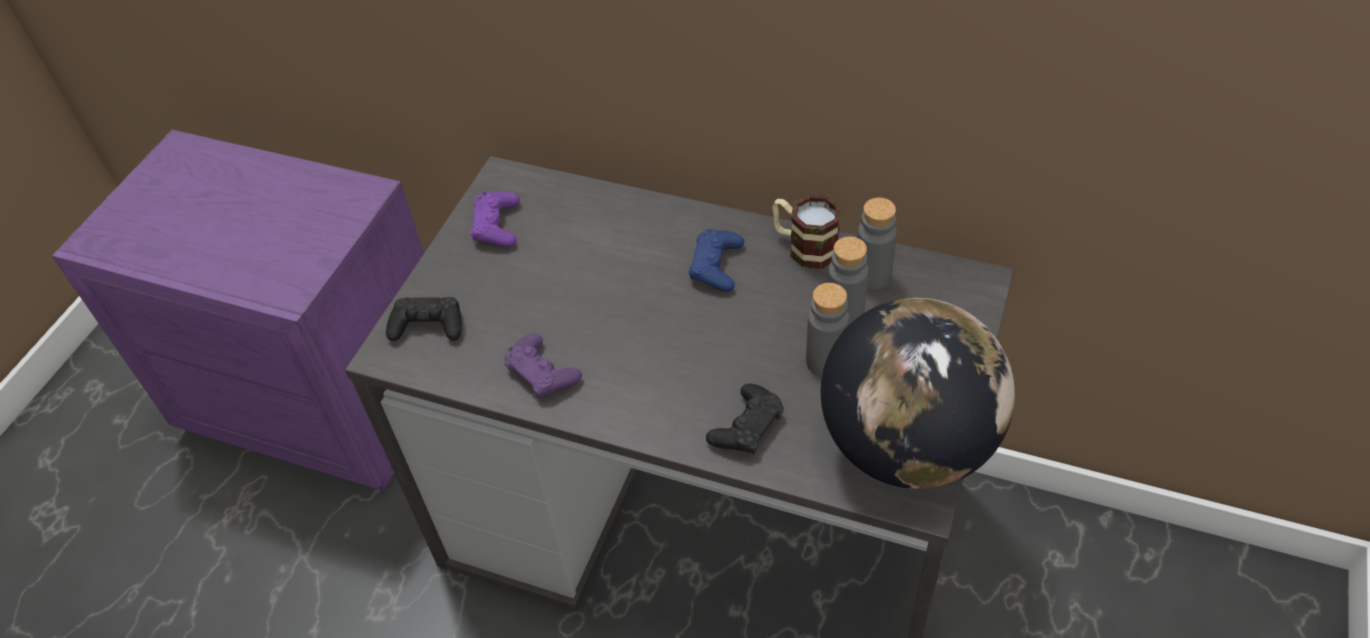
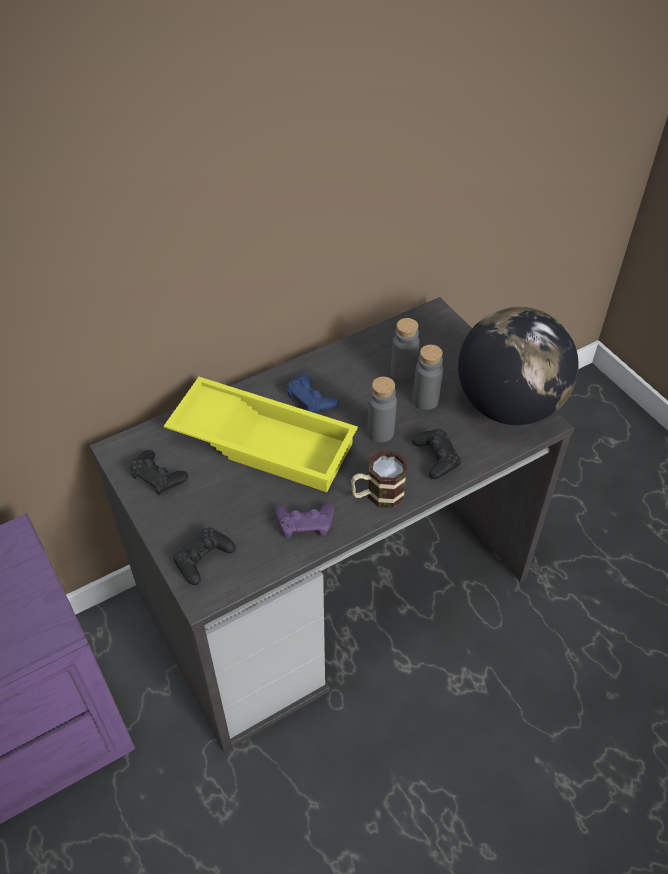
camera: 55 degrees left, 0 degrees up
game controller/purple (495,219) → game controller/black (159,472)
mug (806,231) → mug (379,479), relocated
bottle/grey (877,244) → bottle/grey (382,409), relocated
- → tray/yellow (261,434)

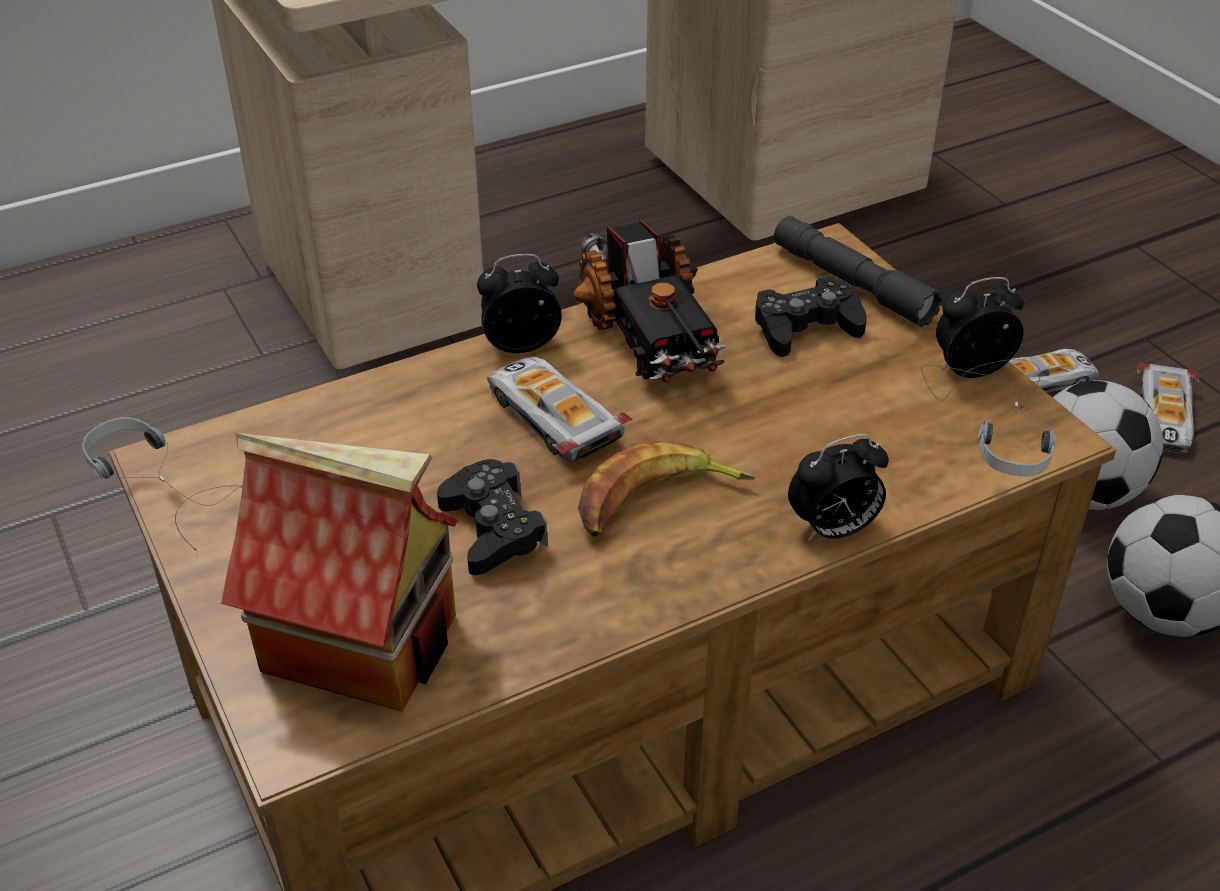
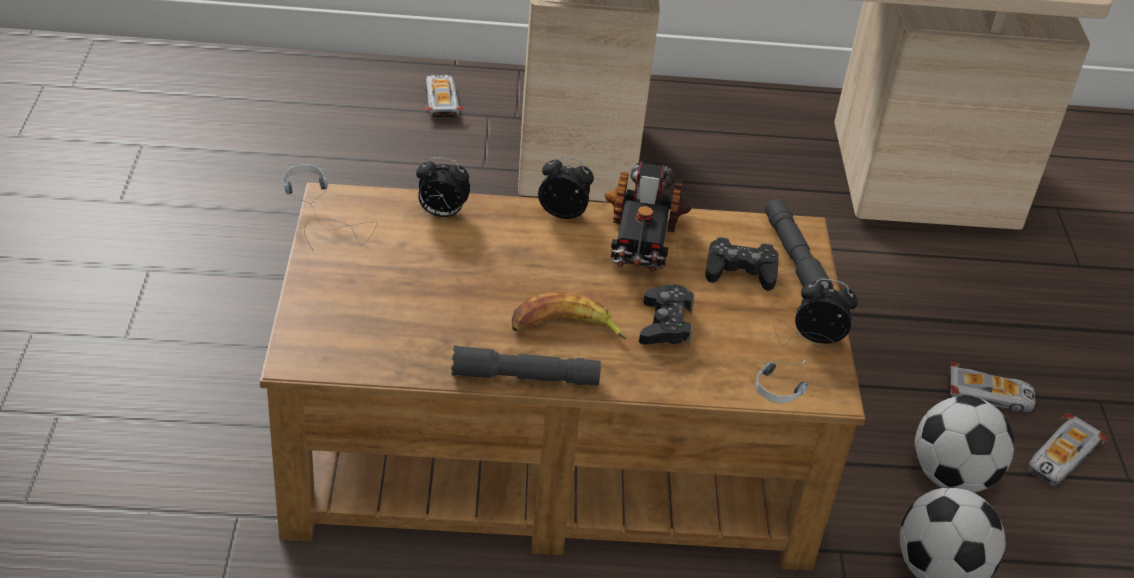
camera: 25 degrees right, 0 degrees up
toy house (340,572) → -
game controller/black (492,517) → game controller/black (667,315), relocated
toy car (560,409) → toy car (444,96), relocated
alarm clock (838,487) → alarm clock (443,187), relocated
- → flashlight/grey (526,365)

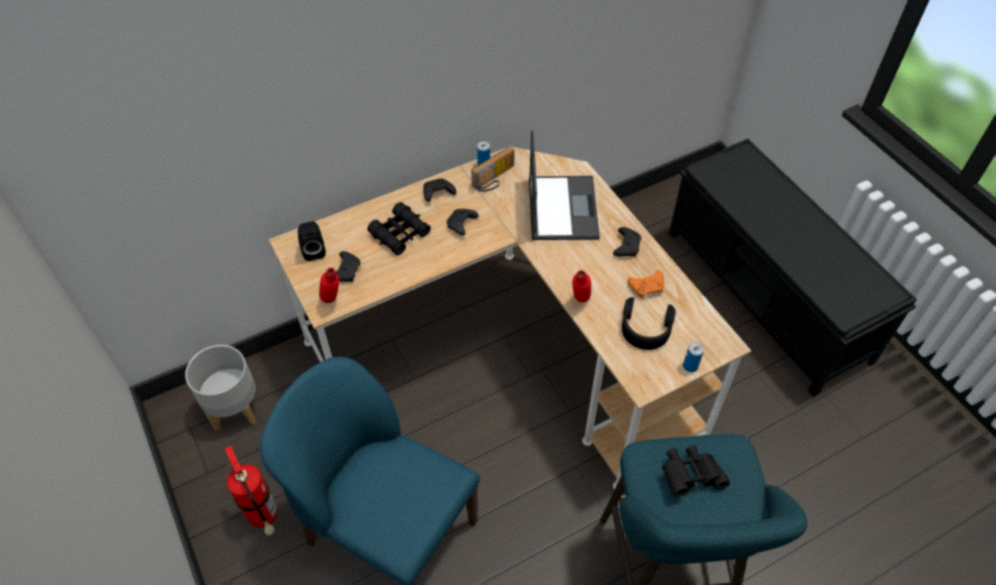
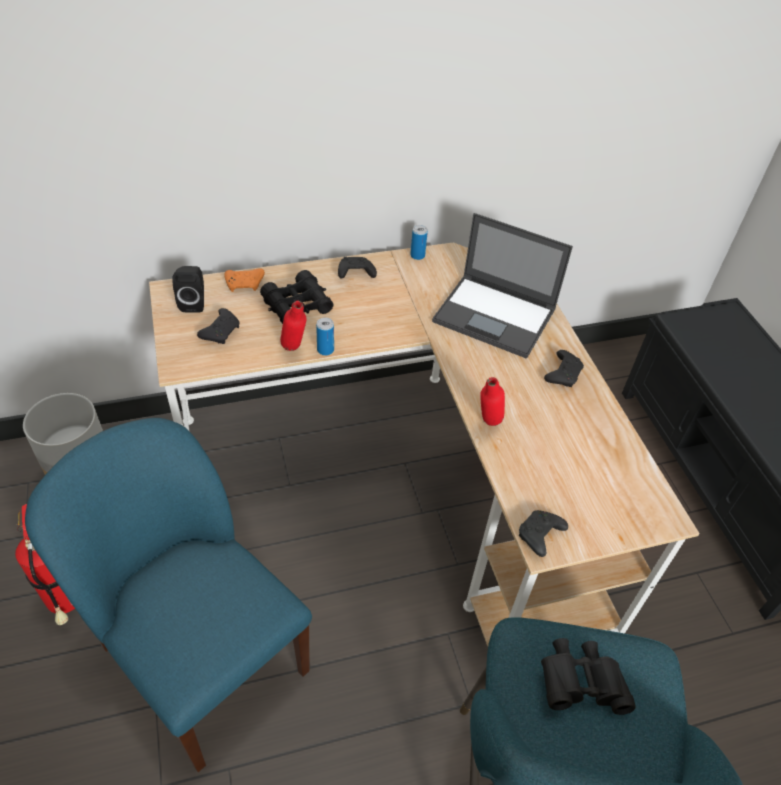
camera: 10 degrees right, 5 degrees down
bottle/red (329,285) → bottle/red (293,326), relocated
game controller/black (463,222) → game controller/black (543,533), relocated
radio (492,169) → -
laptop (564,185) → laptop (502,286), 105 degrees clockwise
headphones/black (649,323) → -
game controller/orange (646,284) → game controller/orange (244,280), relocated
can (693,357) → can (325,337), relocated

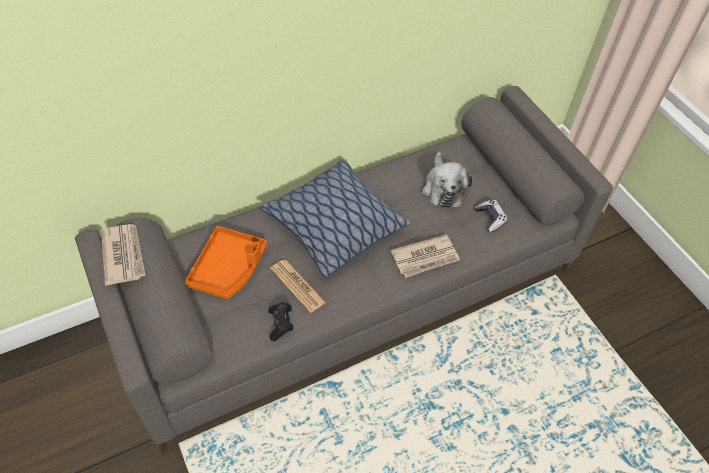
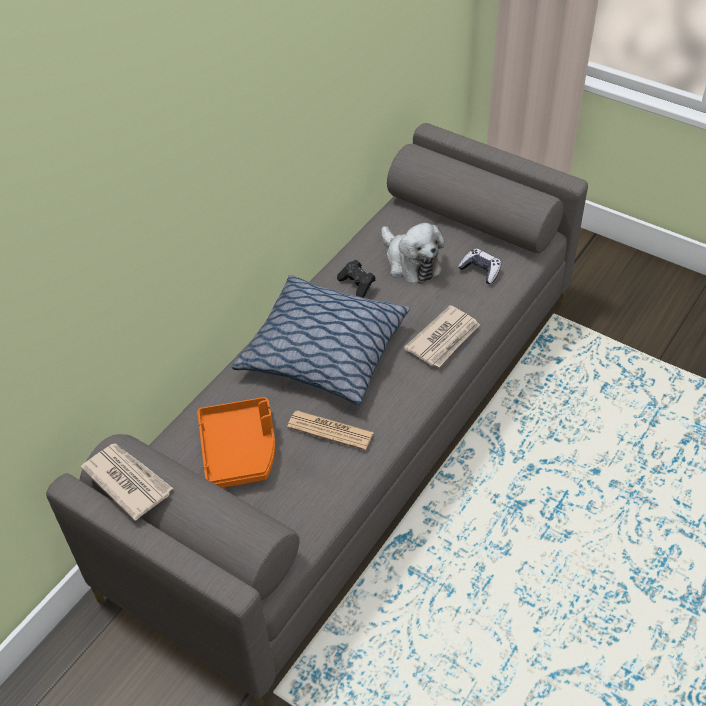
camera: 25 degrees left, 5 degrees down
game controller/black (280,321) → game controller/black (356,279), relocated

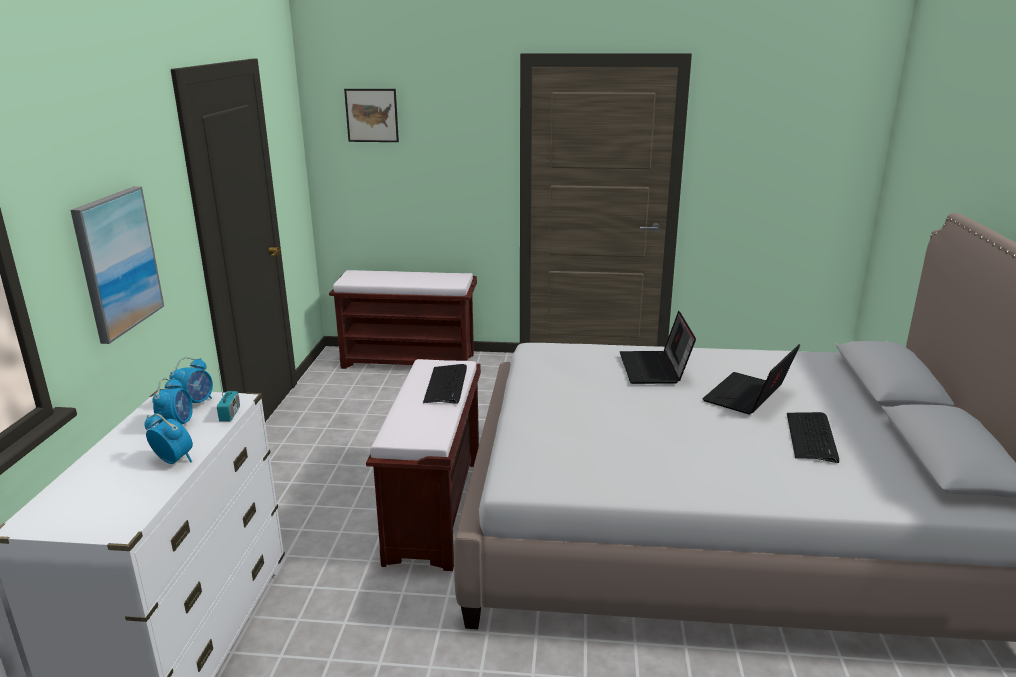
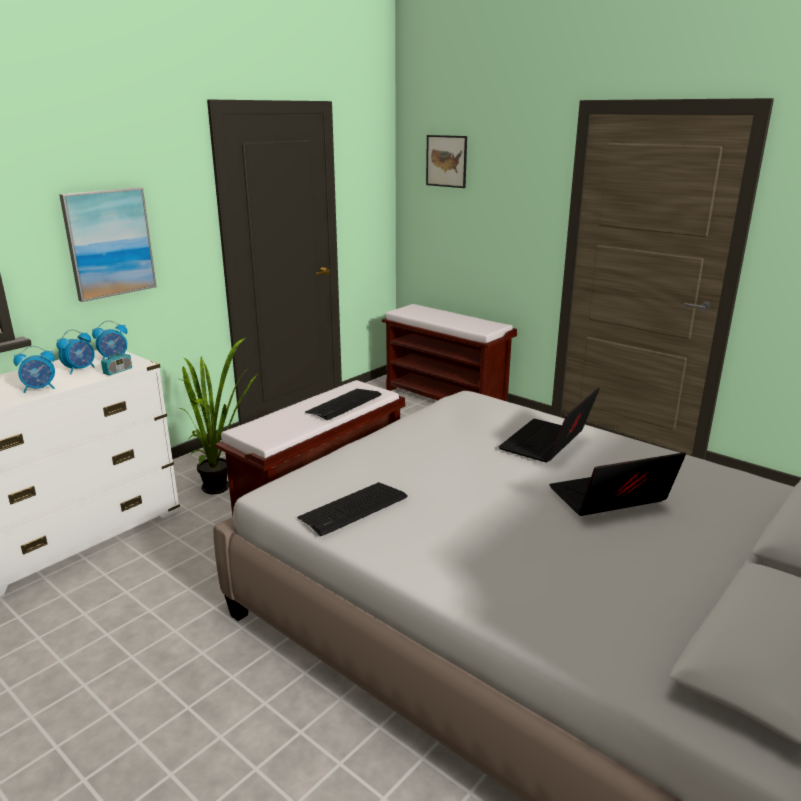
camera: 35 degrees right, 0 degrees up
alarm clock (168,438) → alarm clock (34,369), 90 degrees clockwise
keyboard (813,437) → keyboard (352,509), relocated
- → potted plant (218,415)

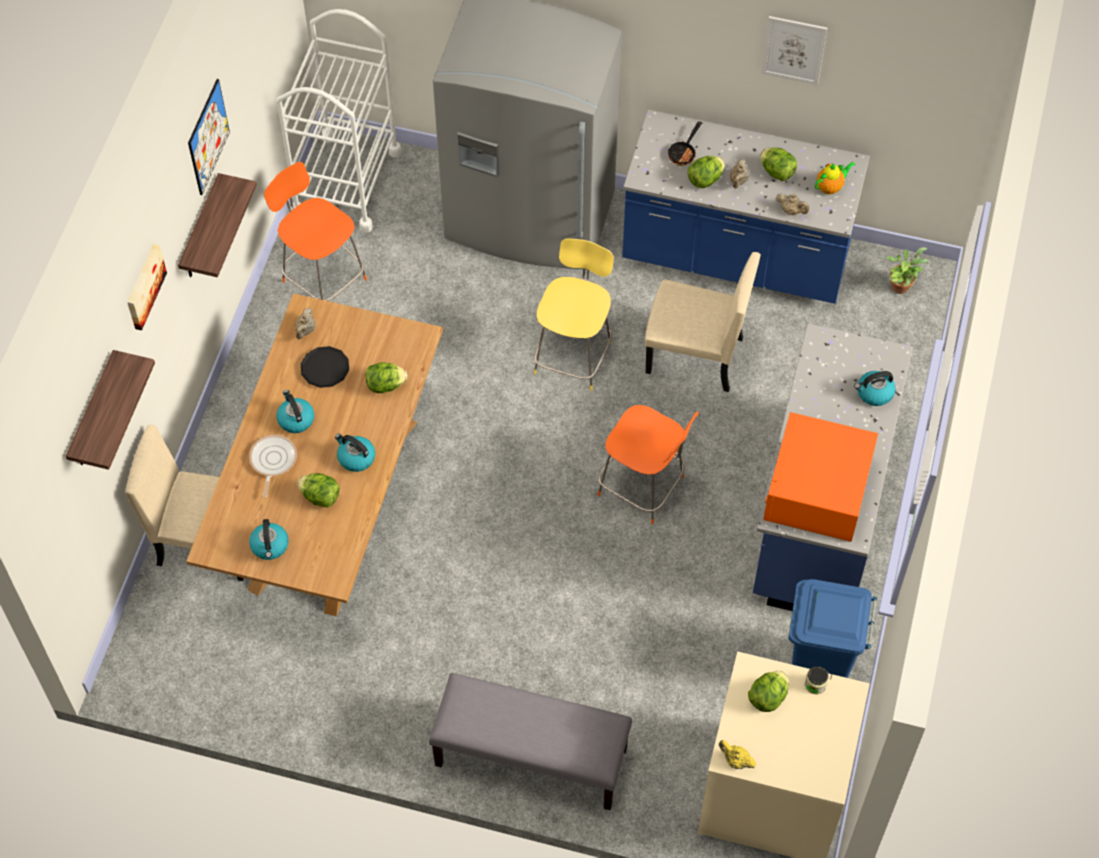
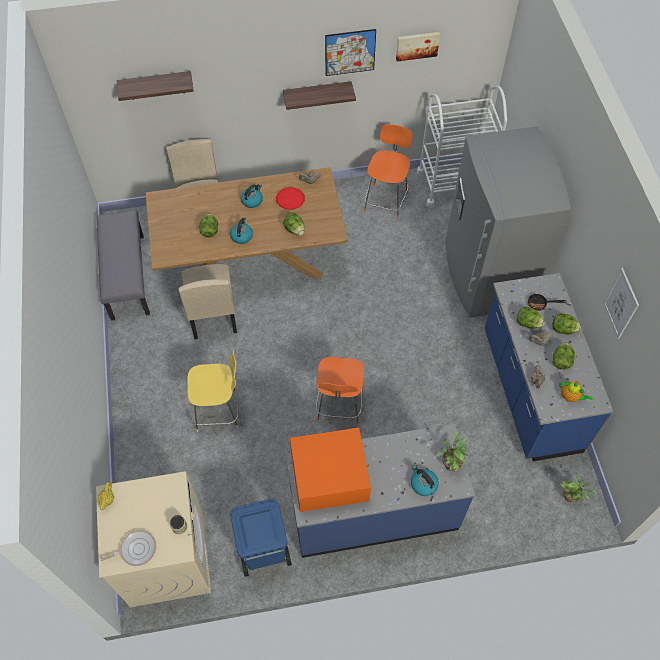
camera: 65 degrees right, 0 degrees up
picture (147,287) → picture (418,46), relocated
frying pan (273,466) → frying pan (128,548), relocated
kettle (269,539) → -
plate/black (325,367) → plate/red (290,198)
bench/grey (530,741) → bench/grey (123,265), relocated
stool/yellow (574,315) → stool/yellow (213,390), relocated
chair/beige (703,322) → chair/beige (208,301), relocated
lettuce (768,691) → lettuce (566,324), relocated
- → potted plant (451,450)

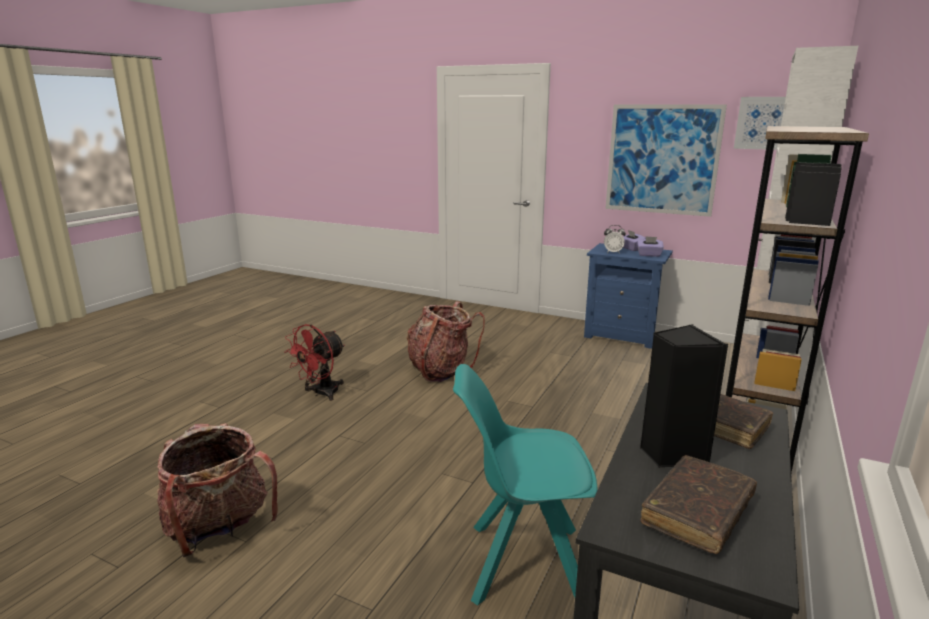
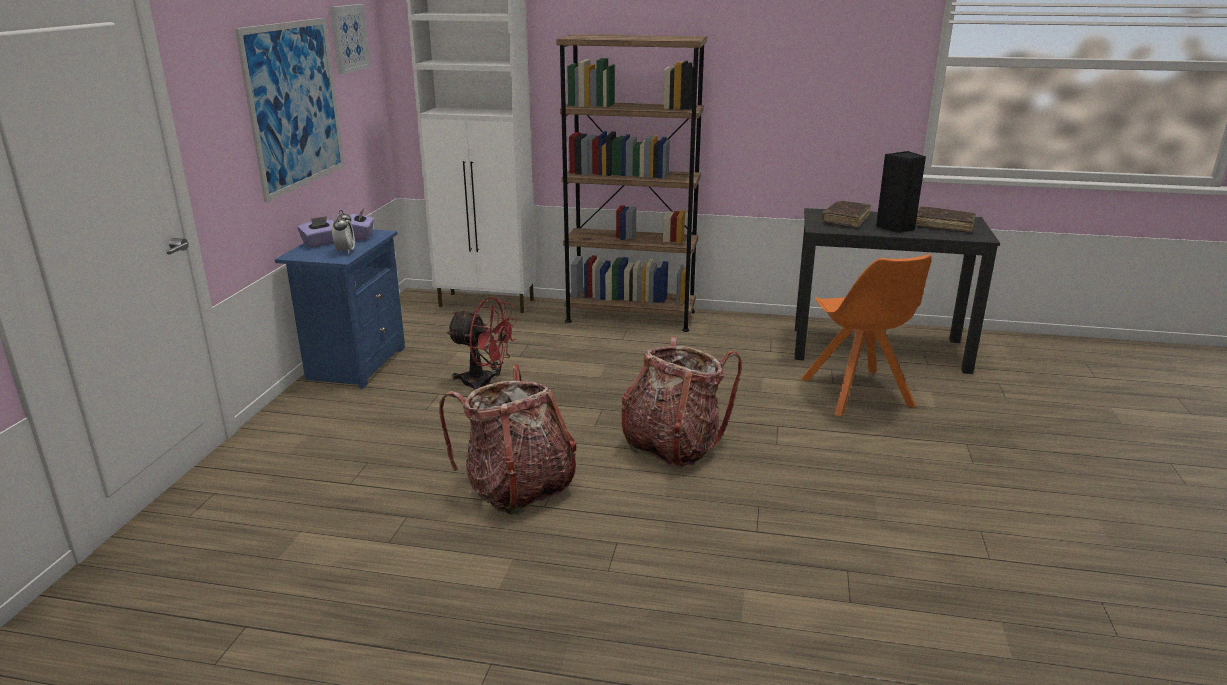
camera: 105 degrees left, 5 degrees up
backpack (217,490) → backpack (681,402), relocated
fan/red (314,362) → fan/red (481,343), relocated
chair/turquoise (525,484) → chair/orange (866,335)

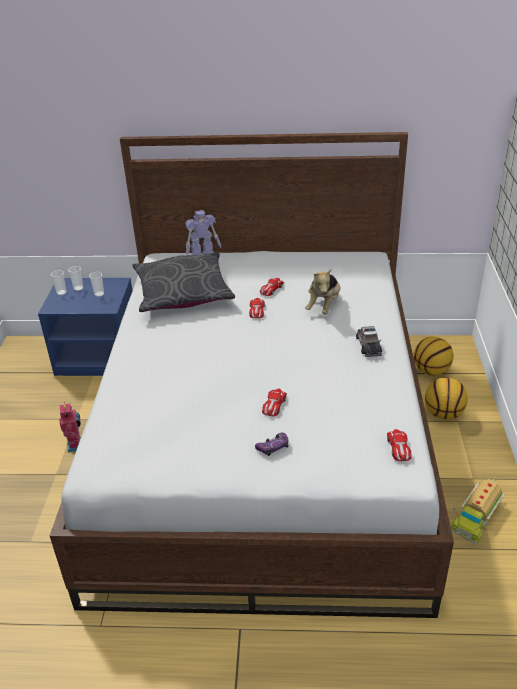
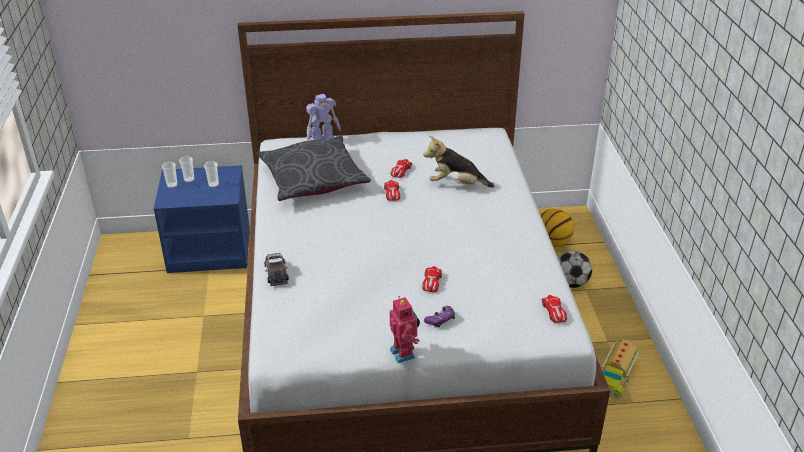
camera: 10 degrees left, 0 degrees up
toy robot (70,427) → toy robot (405,329), relocated
plush toy (323,291) → plush toy (459,162), 90 degrees clockwise
toy car (369,341) → toy car (276,269), relocated
basketball (446,398) → football (575,269)

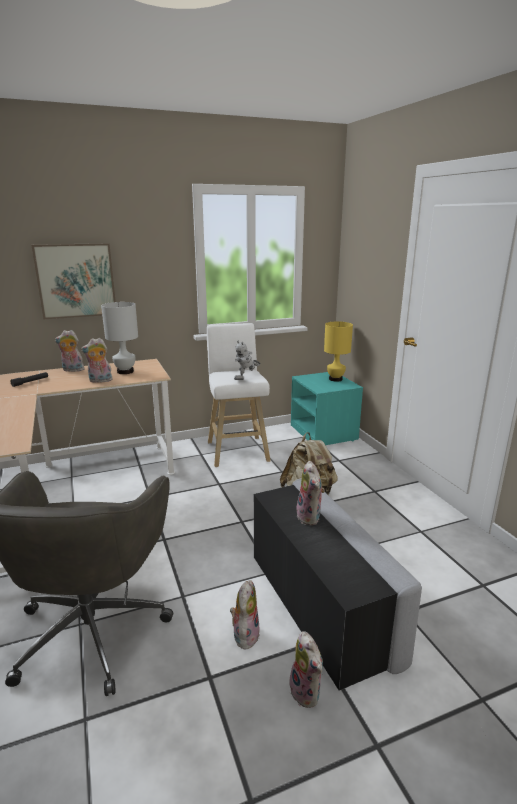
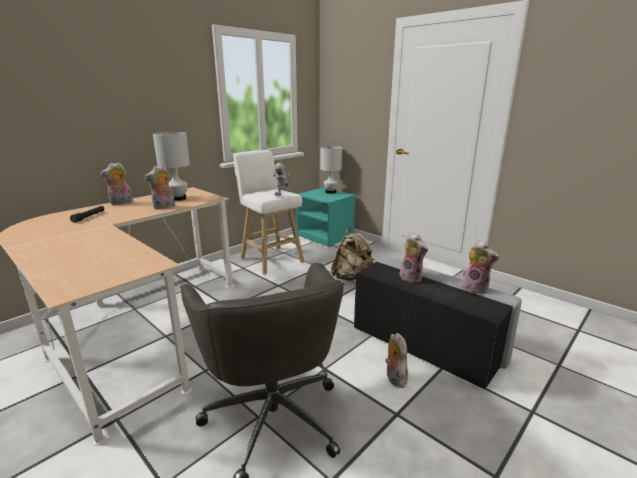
camera: 25 degrees left, 0 degrees up
picture (74,281) → -
plush toy (306,669) → plush toy (480,267), relocated
table lamp/yellow (338,351) → table lamp/white (331,170)

